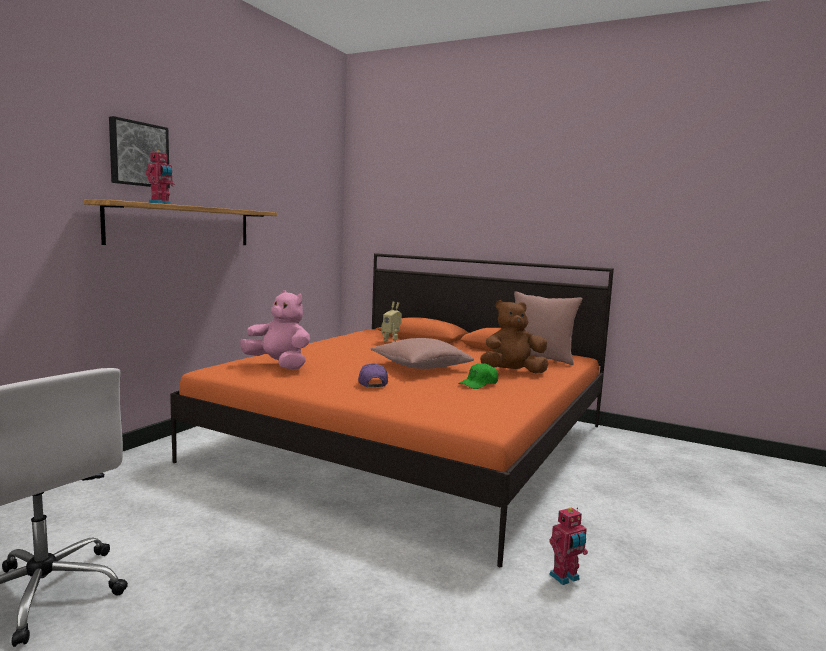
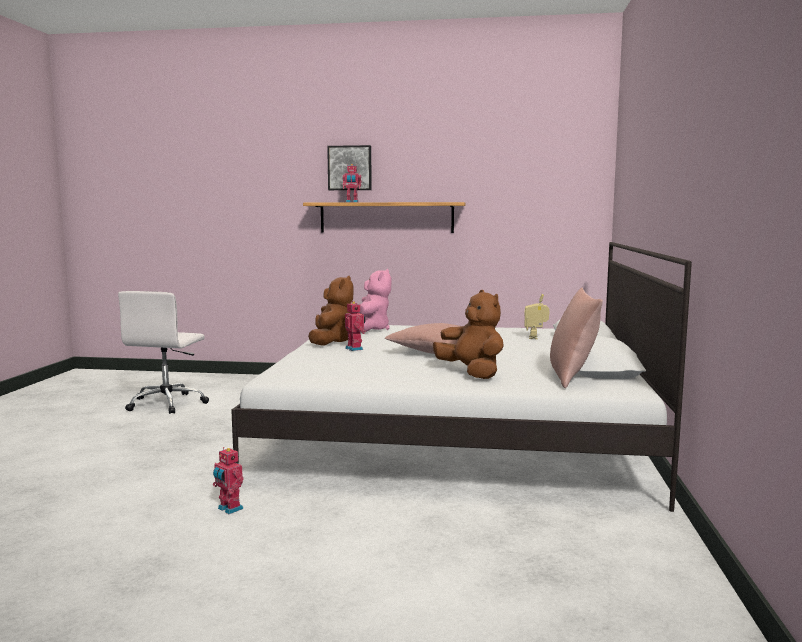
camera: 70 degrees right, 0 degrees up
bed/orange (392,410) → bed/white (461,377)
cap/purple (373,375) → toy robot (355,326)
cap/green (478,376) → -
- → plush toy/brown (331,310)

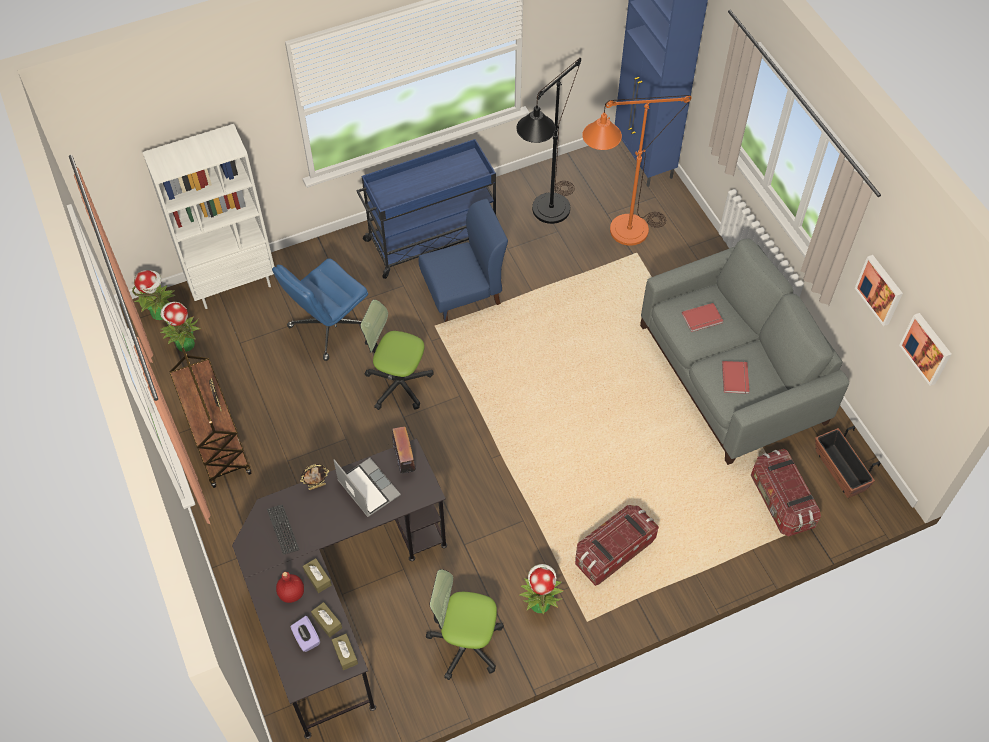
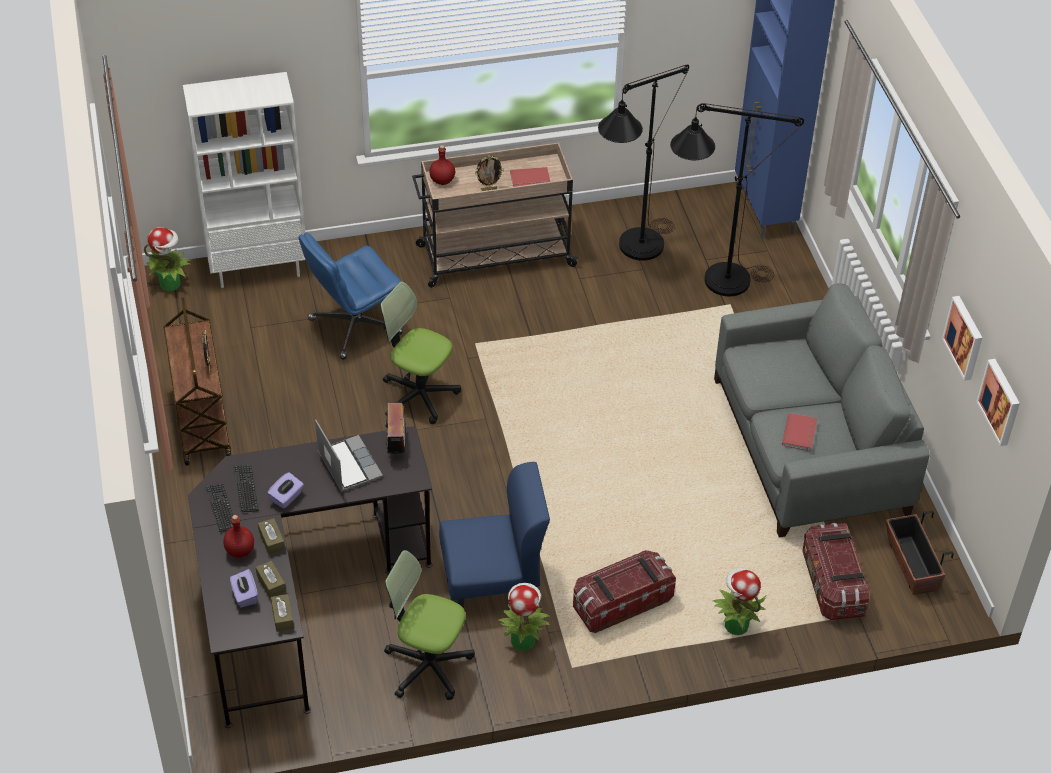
camera: 10 degrees right, 10 degrees down
potted plant (180,327) → potted plant (739,601), relocated
picture frame (314,477) → picture frame (489,173), relocated
cart/blue (426,209) → cart/beige (495,215)
chair/blue (463,260) → chair/blue (494,535), relocated
floor lamp/orange (637,170) → floor lamp/black (737,199)
book/red (702,317) → book/red (530,177), relocated
- → keyboard (219,507)
- → tissue box/purple (285,490)
- → bottle/red (442,165)

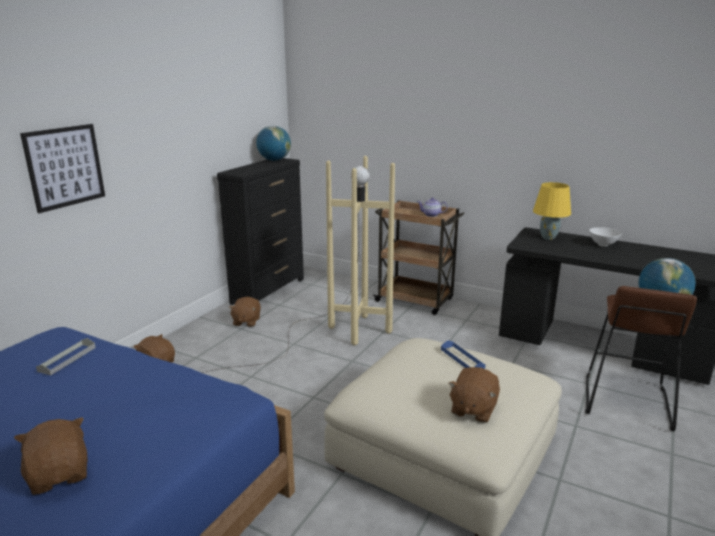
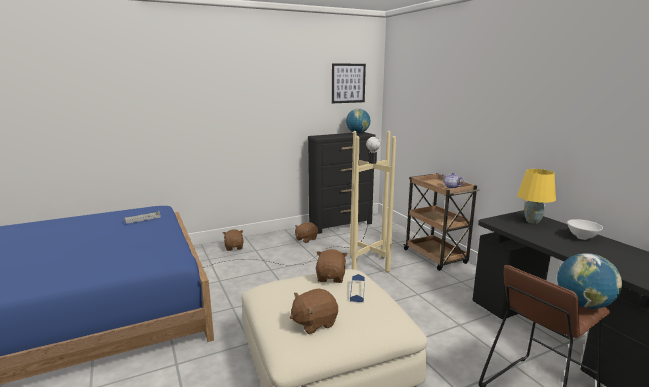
camera: 35 degrees right, 5 degrees down
plush toy/brown (51,456) → plush toy/brown (332,266), relocated
picture (62,168) → picture (349,83), relocated

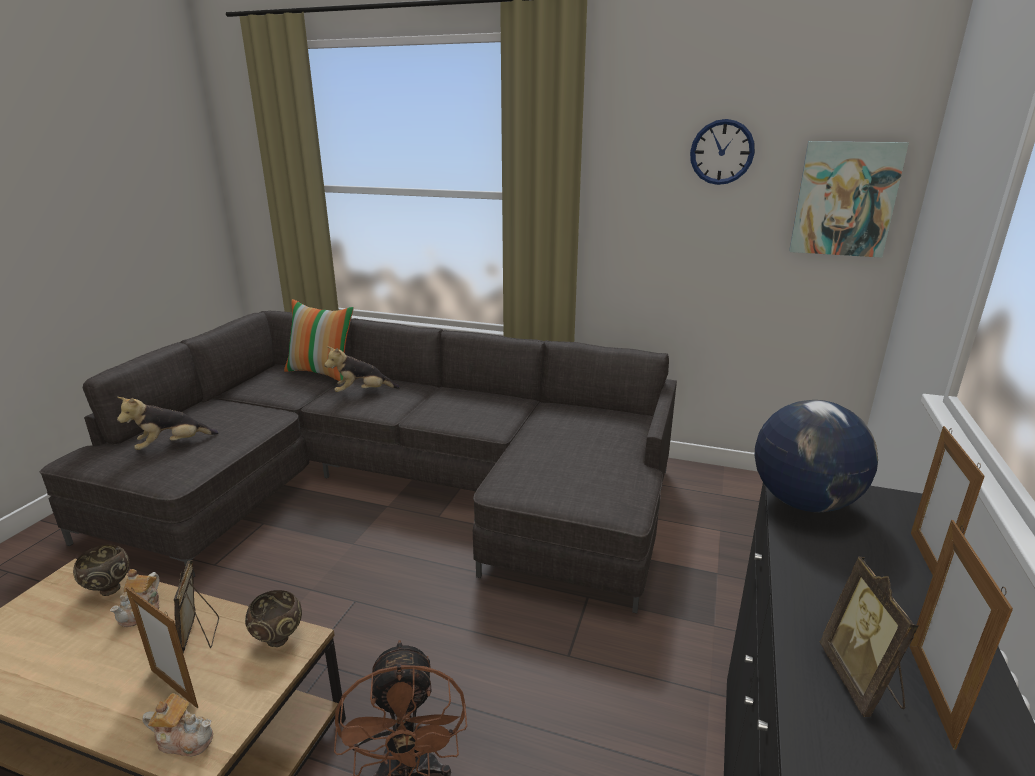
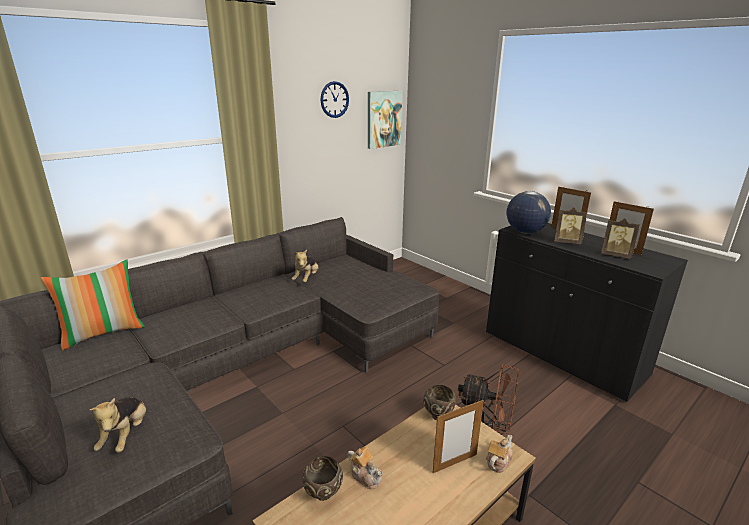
camera: 60 degrees left, 0 degrees up
picture frame (196,607) → picture frame (570,225), relocated
plush toy (362,369) → plush toy (305,266), relocated

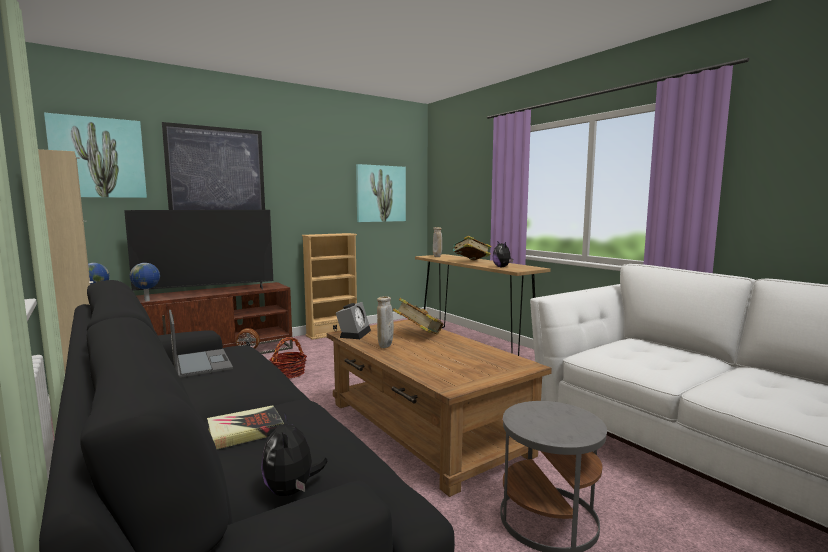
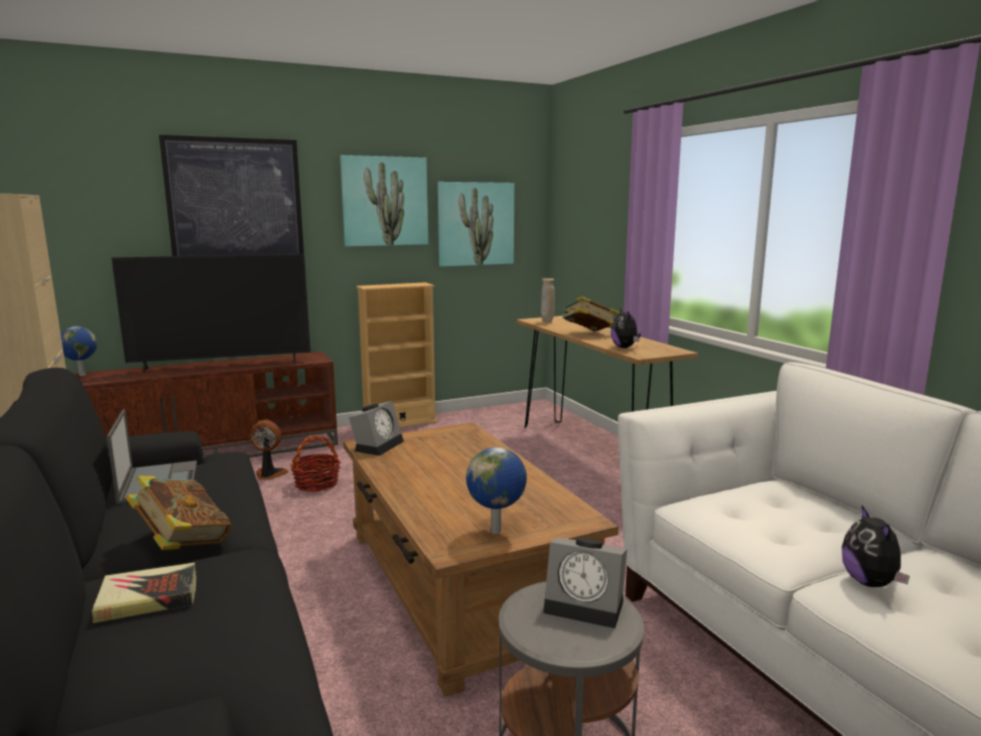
camera: 10 degrees right, 5 degrees up
picture (95,155) → picture (384,200), relocated
globe (145,282) → globe (496,490), relocated
plush toy (294,454) → plush toy (876,546), relocated
vase/beige (385,322) → -
book (418,316) → book (179,512), relocated
- → alarm clock (585,582)

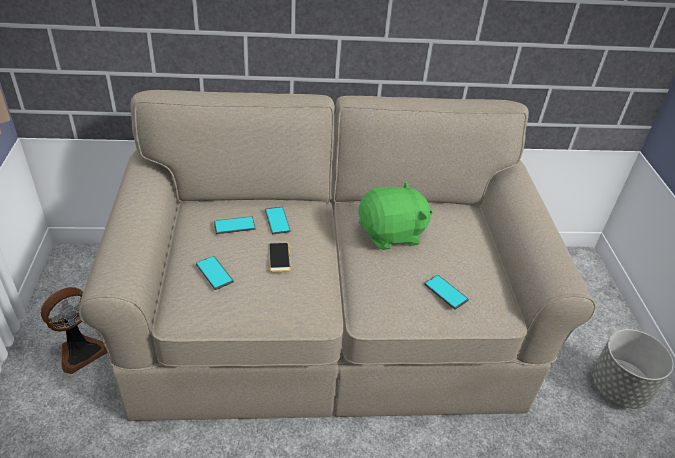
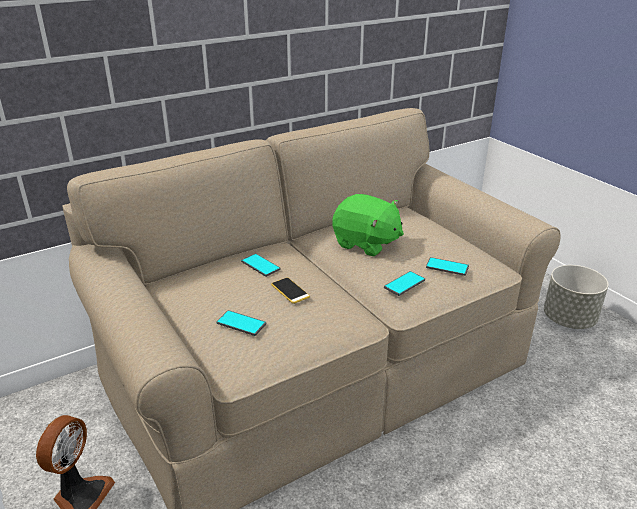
camera: 25 degrees left, 10 degrees down
phone (234,225) → phone (404,283), relocated
plush toy/green (395,215) → plush toy/green (368,225), 75 degrees clockwise

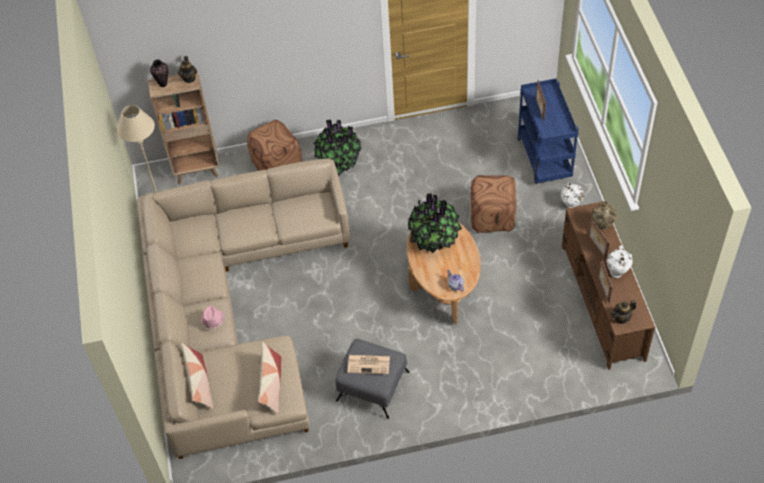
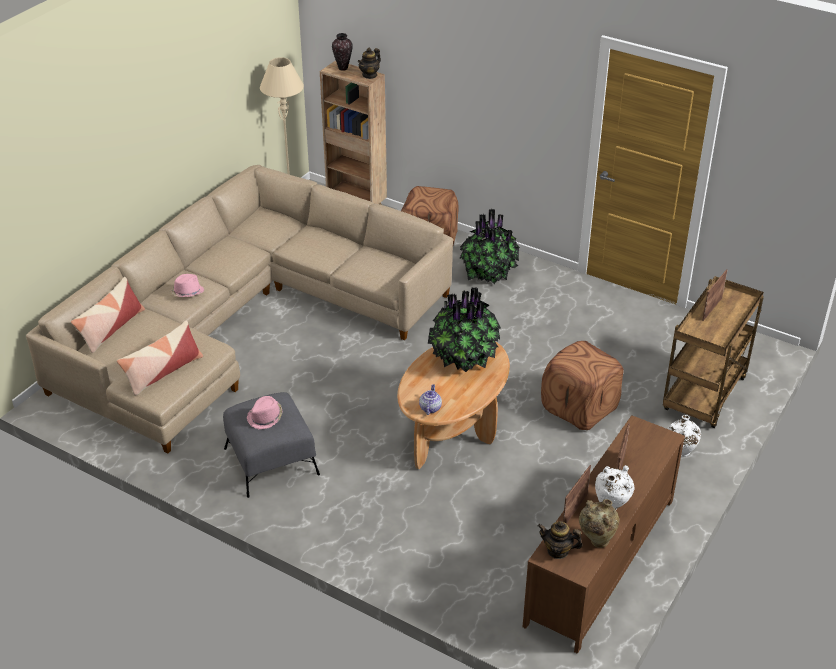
camera: 40 degrees right, 15 degrees down
newspaper (369,364) → hat/pink (264,412)
cart/blue (548,131) → cart/brown (713,352)
vase/beige (604,215) → vase/beige (599,523), relocated

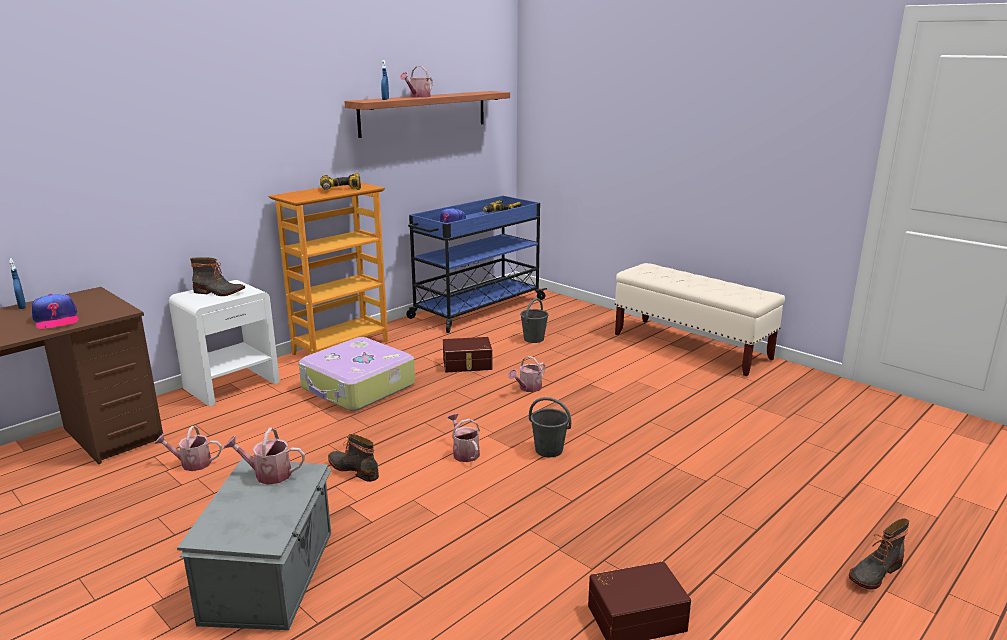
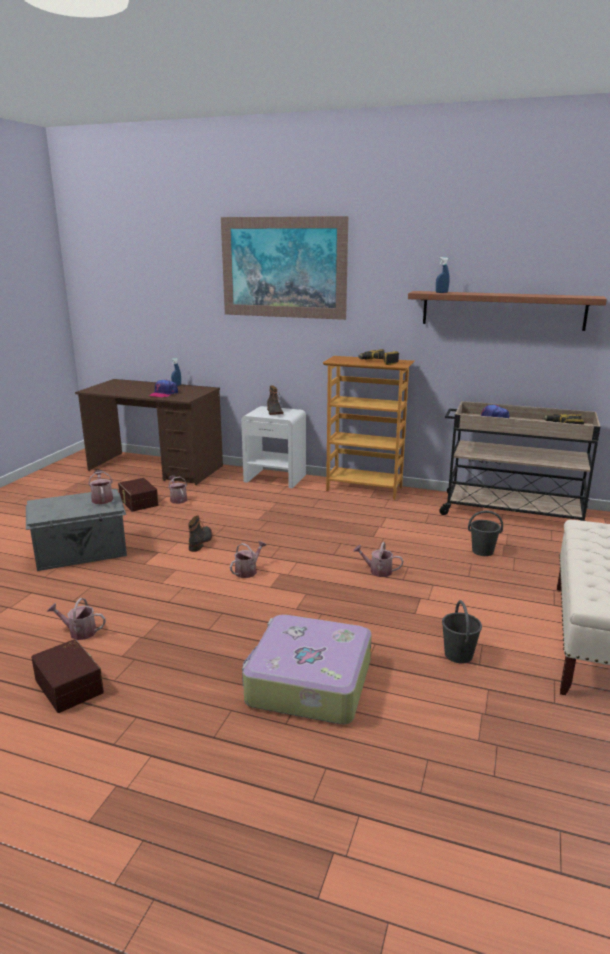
camera: 65 degrees right, 0 degrees up
suitcase (357,374) → suitcase (306,669), relocated
watering can (416,82) → watering can (76,619), relocated
cart/blue (476,264) → cart/beige (519,461)
storage box/brown (467,354) → storage box/brown (138,495), relocated
bucket/grey (550,427) → bucket/grey (462,632), relocated
boot (879,553) → -
- → picture (284,268)

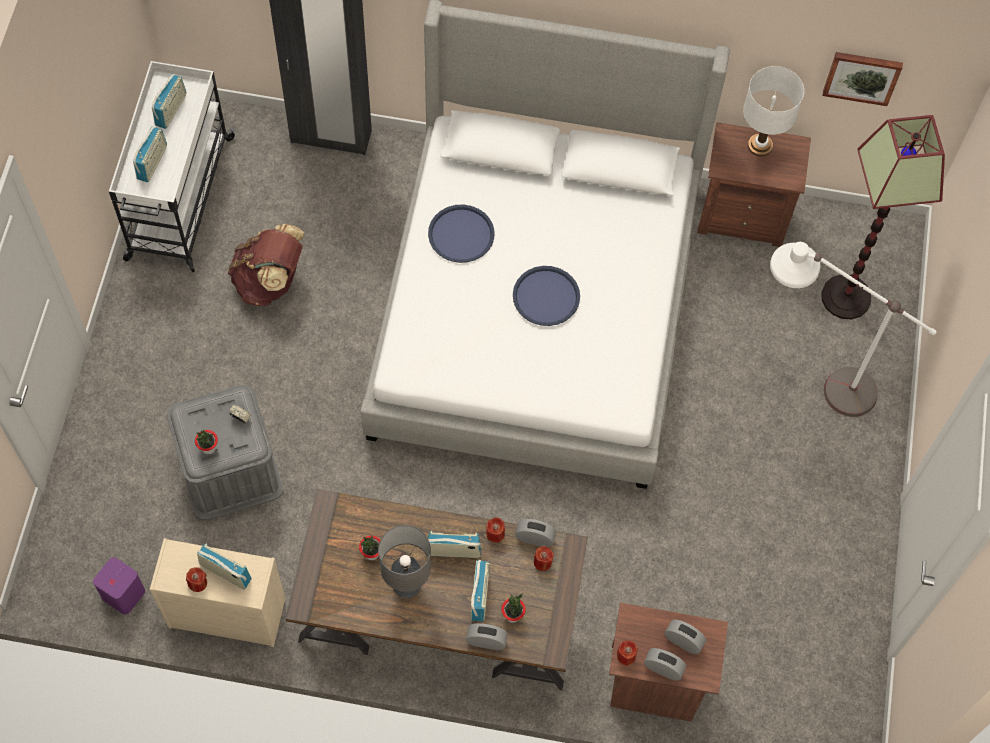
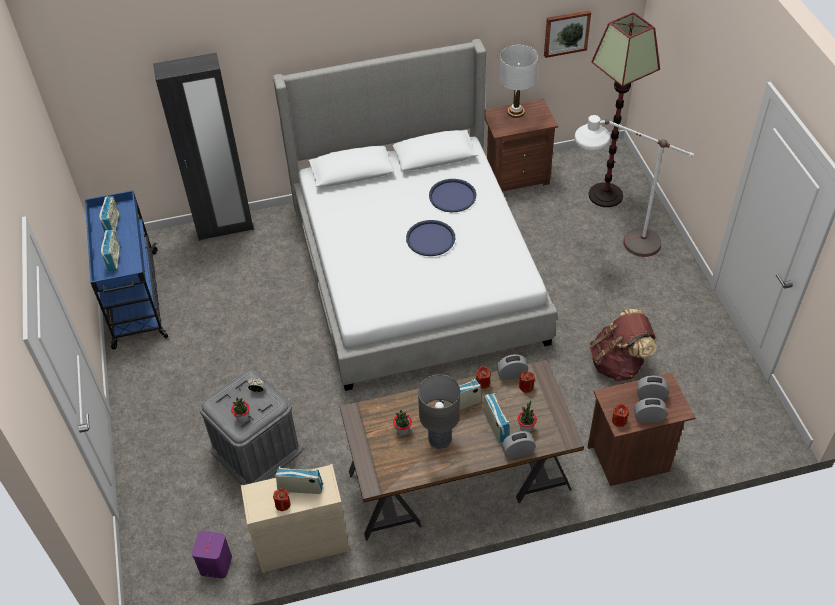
camera: 20 degrees left, 15 degrees down
cart/white (172,166) → cart/blue (126,270)
backpack/brown (266,265) → backpack/brown (623,345), relocated
tray/blue (461,233) → tray/blue (453,195), relocated

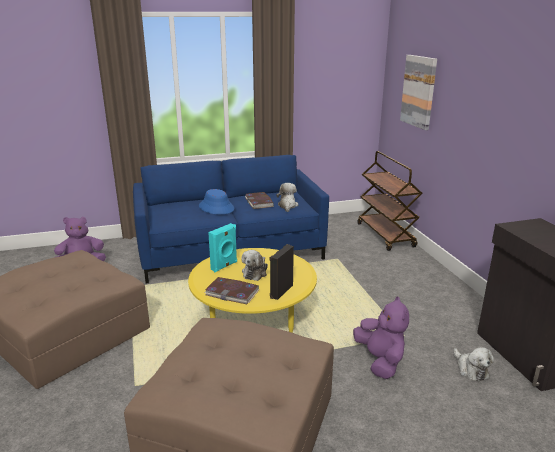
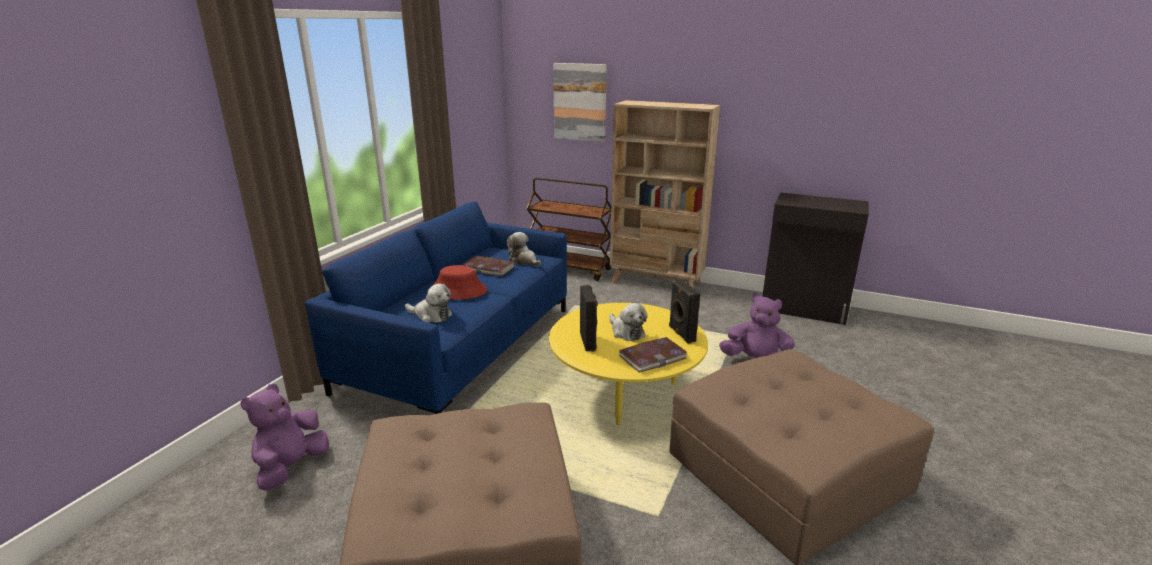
camera: 50 degrees left, 0 degrees up
hat/blue (216,202) → hat/red (459,282)
speaker/turquoise (222,247) → speaker/black (588,318)
plush toy (474,364) → plush toy (428,303), relocated
- → bookcase/beige (665,194)

